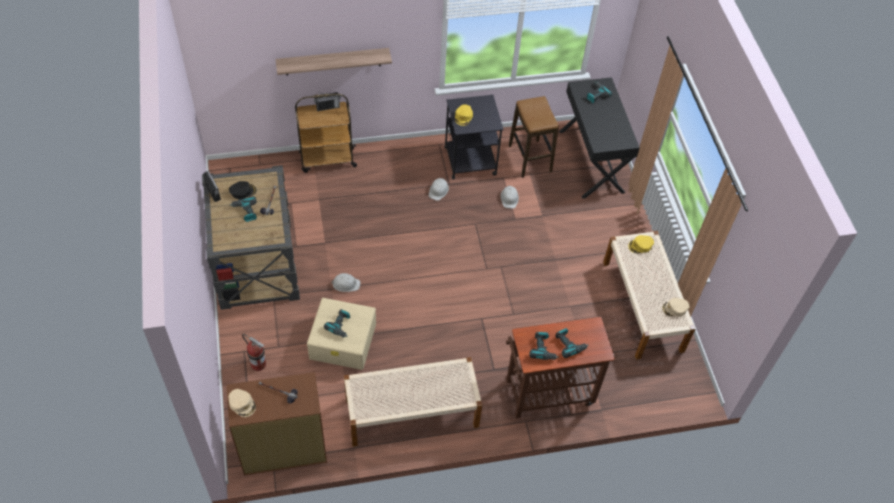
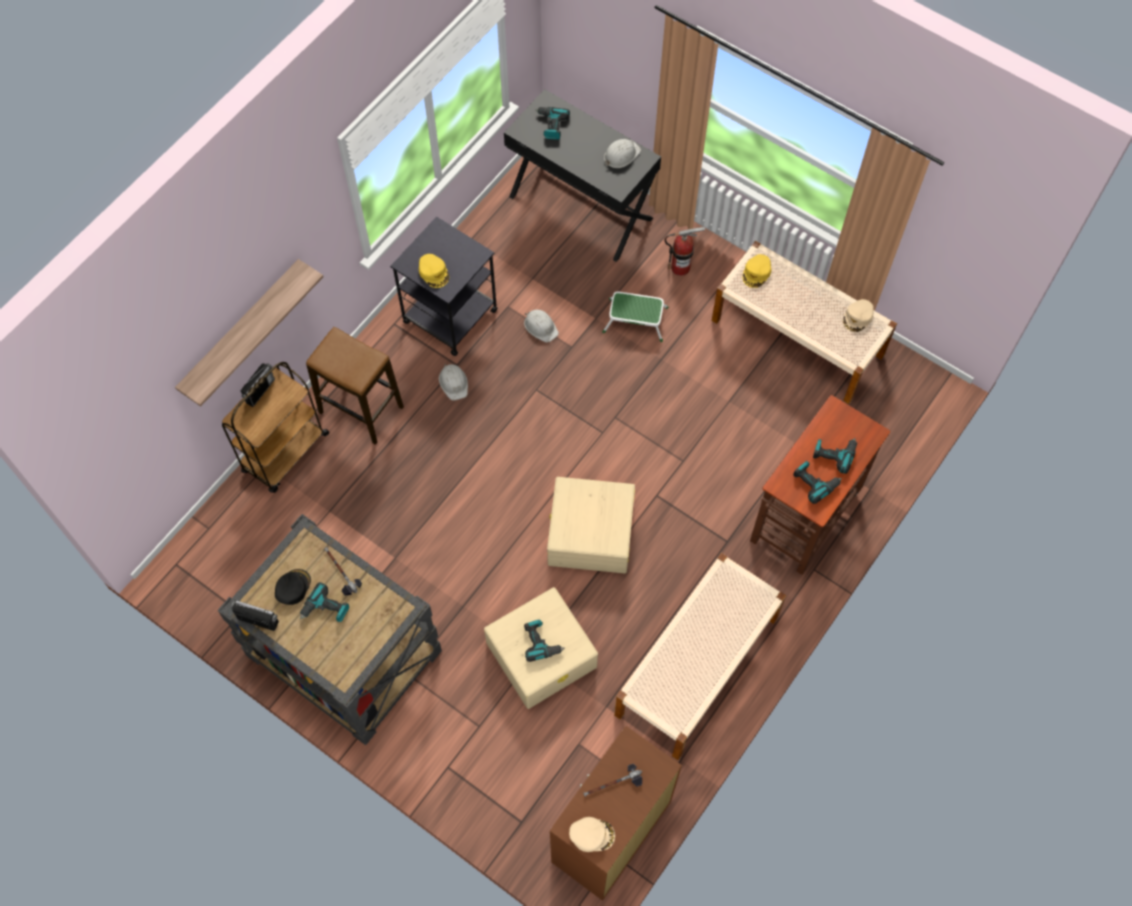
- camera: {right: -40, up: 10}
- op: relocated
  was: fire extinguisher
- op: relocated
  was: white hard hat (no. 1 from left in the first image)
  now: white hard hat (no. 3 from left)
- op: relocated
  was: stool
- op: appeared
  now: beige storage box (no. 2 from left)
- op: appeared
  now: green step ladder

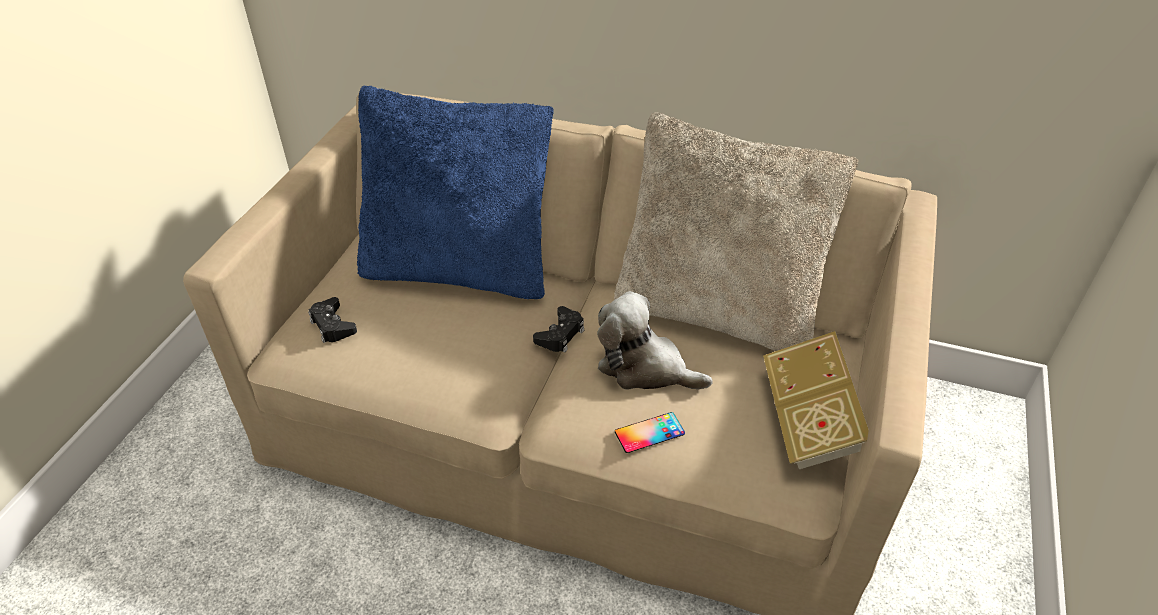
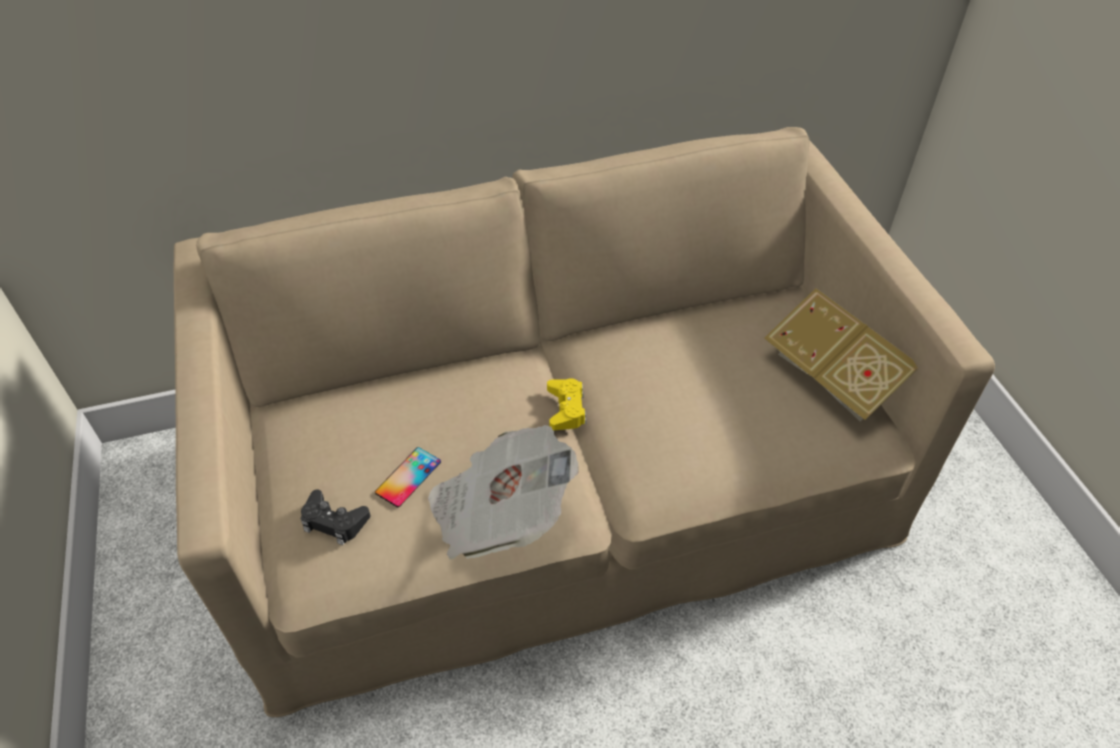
- camera: {right: -35, up: 5}
- op: missing
  was: blue pillow
- op: colour
  was: black game controller (no. 2 from left)
  now: yellow game controller
- op: missing
  was: plush toy
- op: missing
  was: beige pillow
- op: relocated
  was: phone
- op: appeared
  now: newspaper

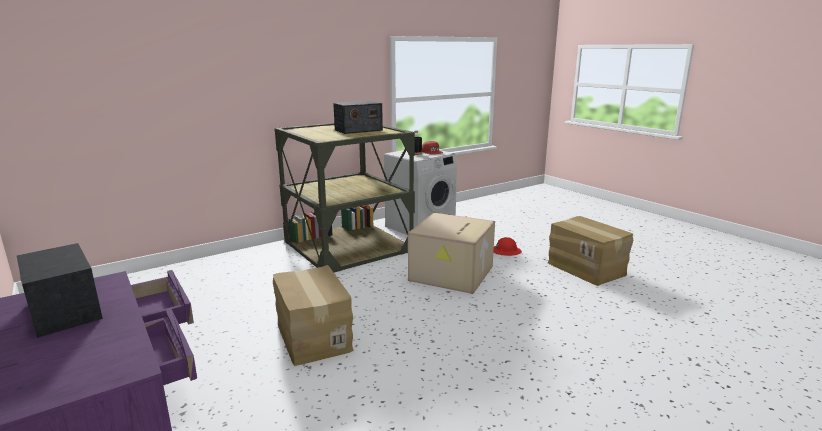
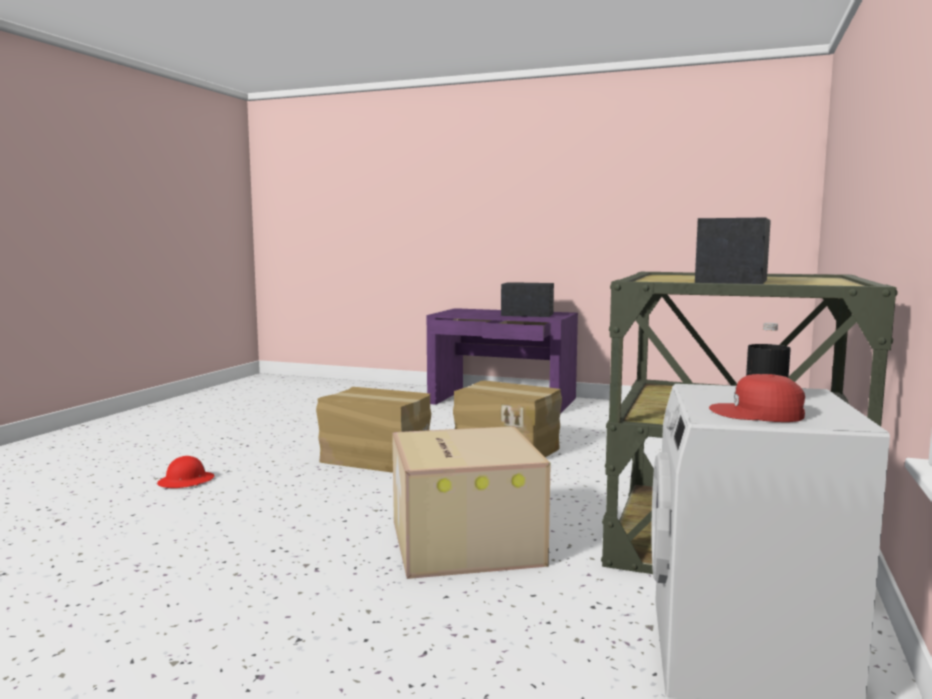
- camera: {right: 145, up: -10}
- op: relocated
  was: red hard hat
- op: relocated
  was: cardboard box (no. 3 from left in the first image)
  now: cardboard box (no. 1 from left)

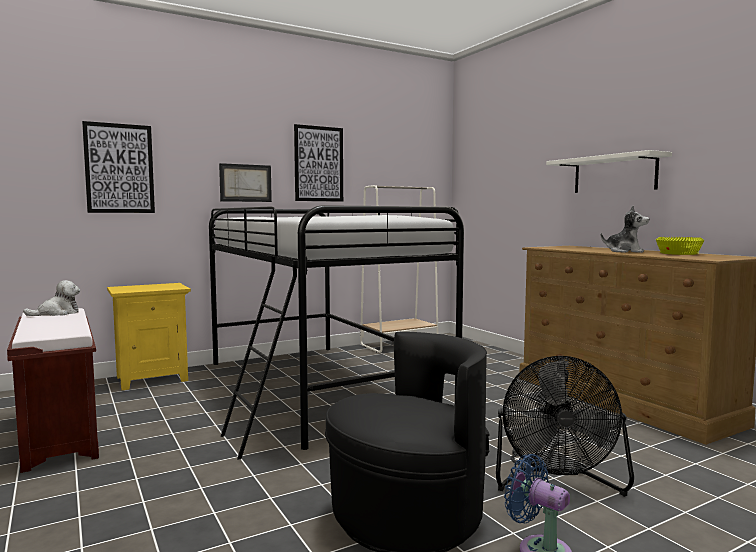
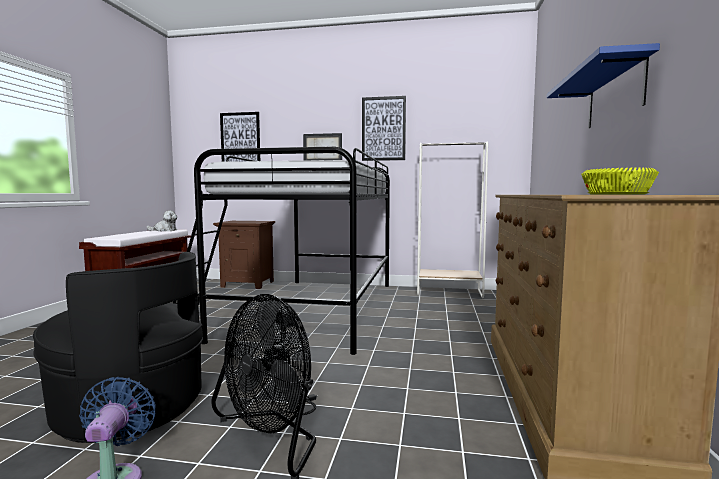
- camera: {right: 40, up: 0}
- op: colour
  was: yellow nightstand
  now: brown nightstand
- op: colour
  was: white shelf
  now: blue shelf
- op: missing
  was: plush toy (no. 2 from left)

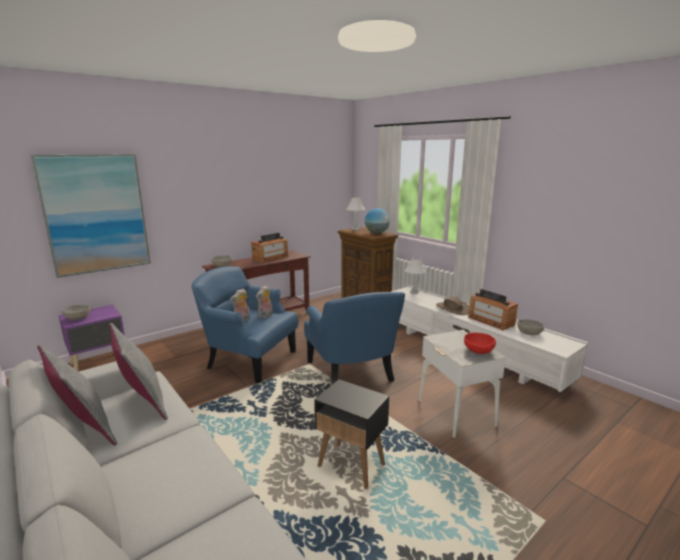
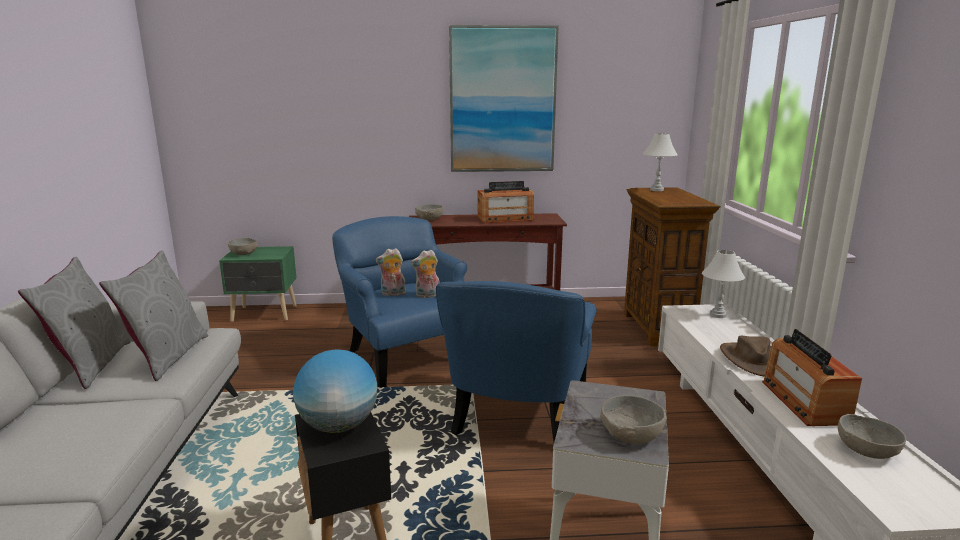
- camera: {right: 35, up: 0}
- op: relocated
  was: picture
- op: colour
  was: purple nightstand
  now: green nightstand
- op: relocated
  was: globe
- op: colour
  was: red bowl
  now: grey bowl (no. 3 from left)

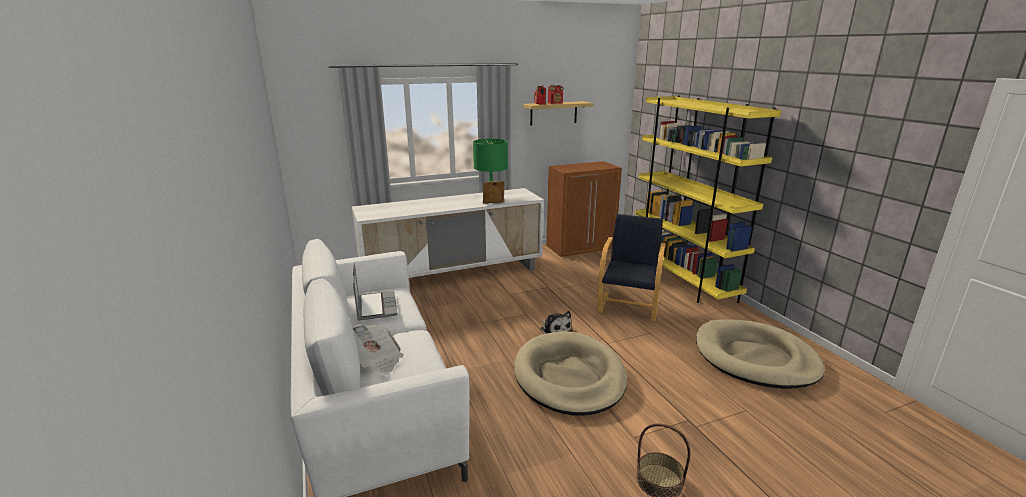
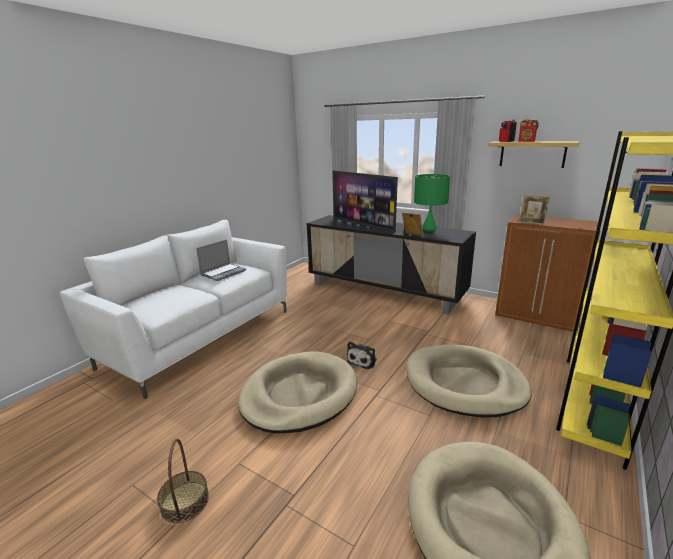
- camera: {right: 55, up: 0}
- op: colour
  was: white tv stand
  now: black tv stand
- op: missing
  was: newspaper
- op: exchanged
  was: black armchair
  now: beige dog bed (no. 2 from left)
- op: appeared
  now: television
- op: appeared
  now: picture frame (no. 2 from left)

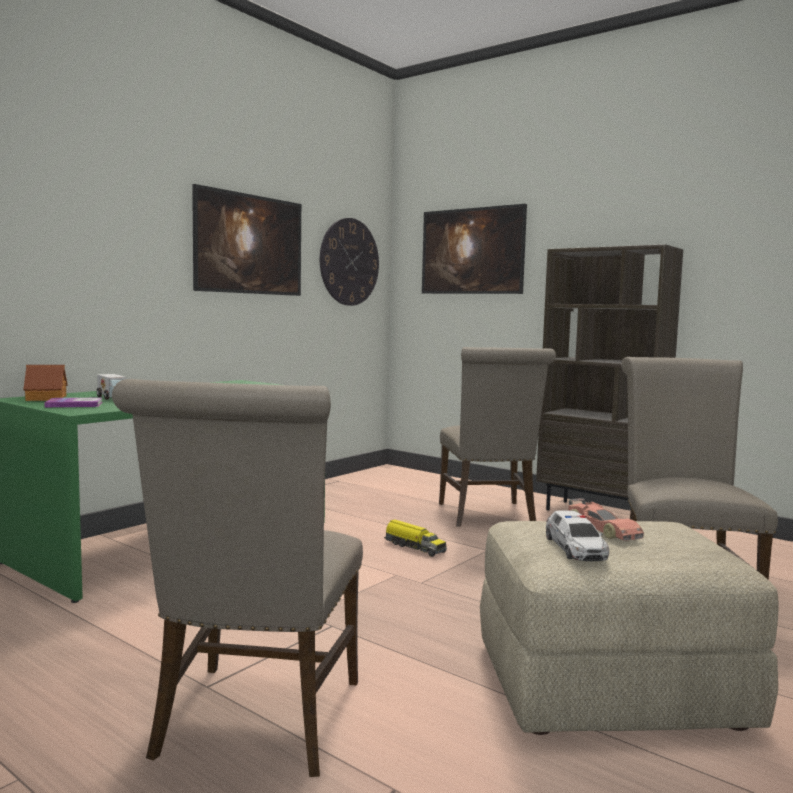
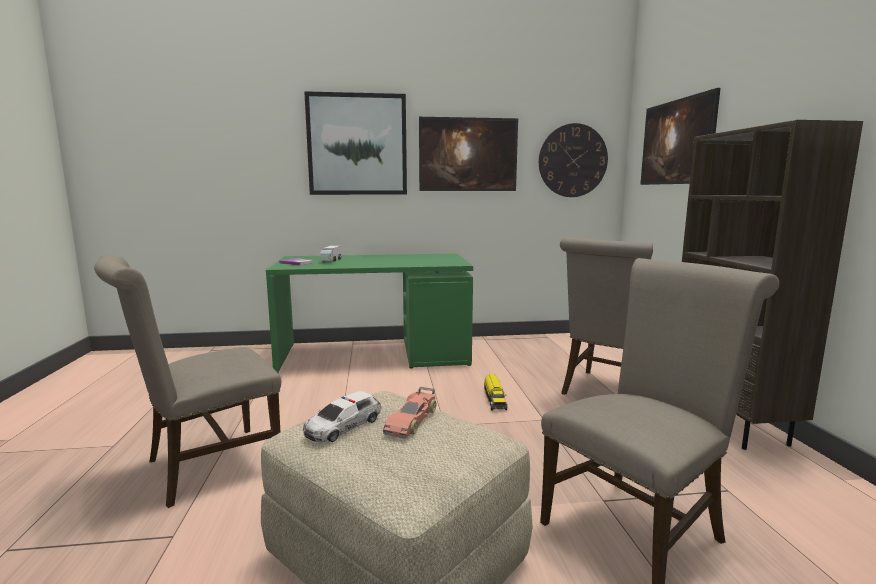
- camera: {right: 45, up: 5}
- op: missing
  was: toy house
- op: appeared
  now: picture (no. 1 from left)

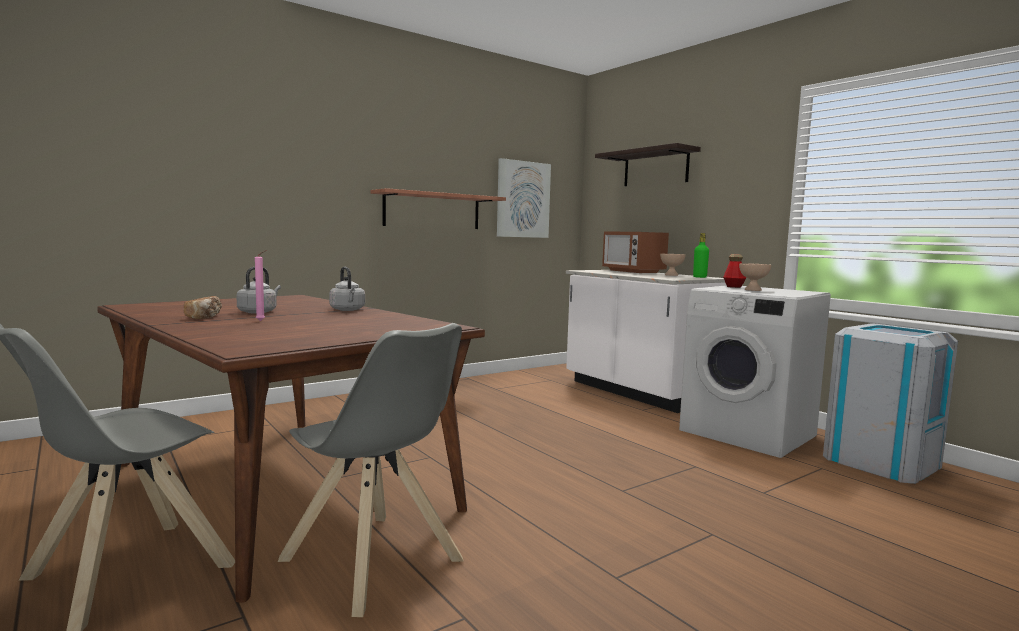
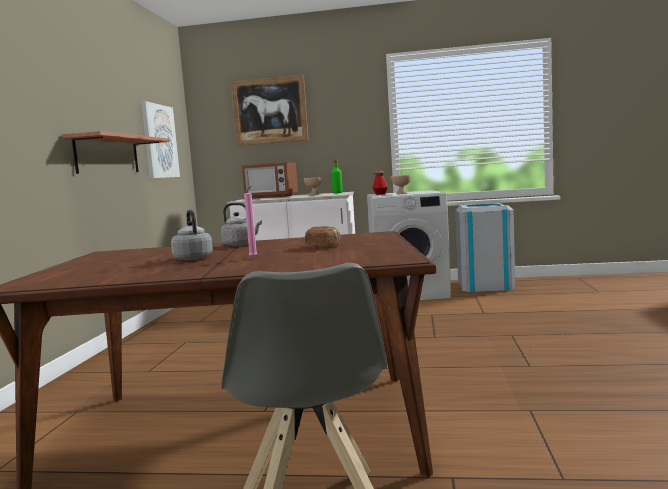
- camera: {right: -45, up: 0}
- op: relocated
  was: bread
- op: missing
  was: grey chair (no. 2 from left)
- op: exchanged
  was: shelf (no. 2 from left)
  now: picture (no. 2 from left)

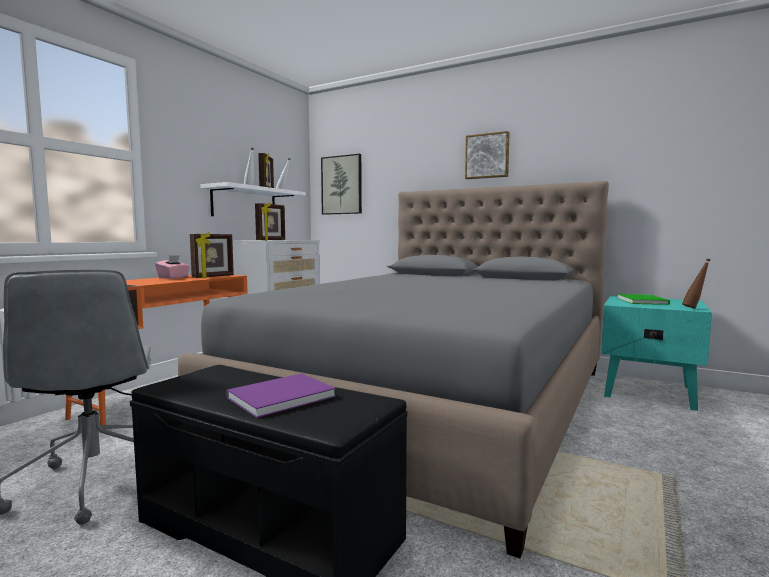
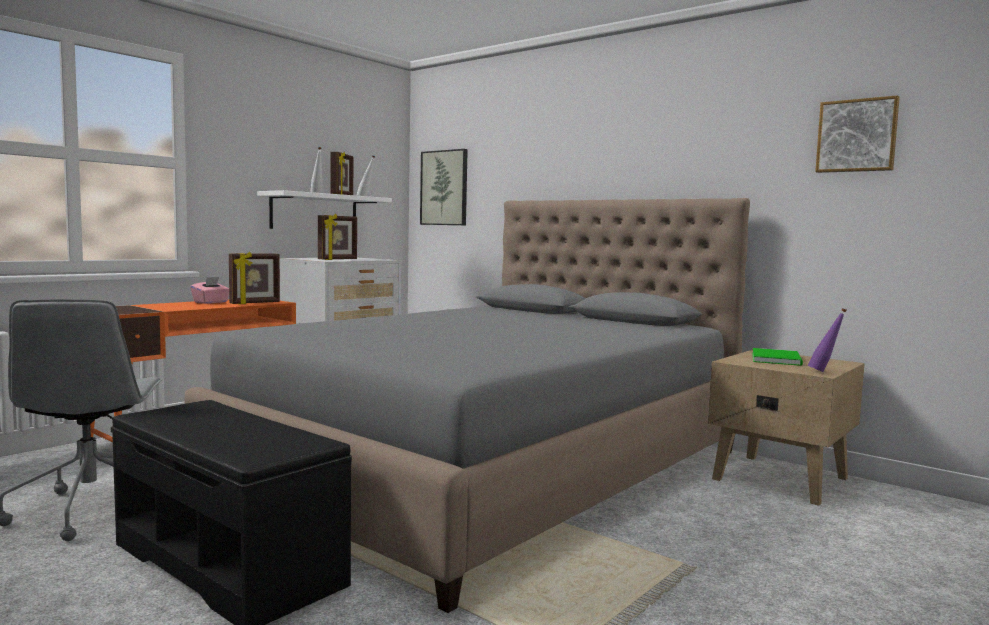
- camera: {right: 10, up: 0}
- op: missing
  was: purple book
- op: relocated
  was: picture (no. 2 from left)
- op: colour
  was: turquoise nightstand
  now: beige nightstand
- op: colour
  was: brown bottle
  now: purple bottle

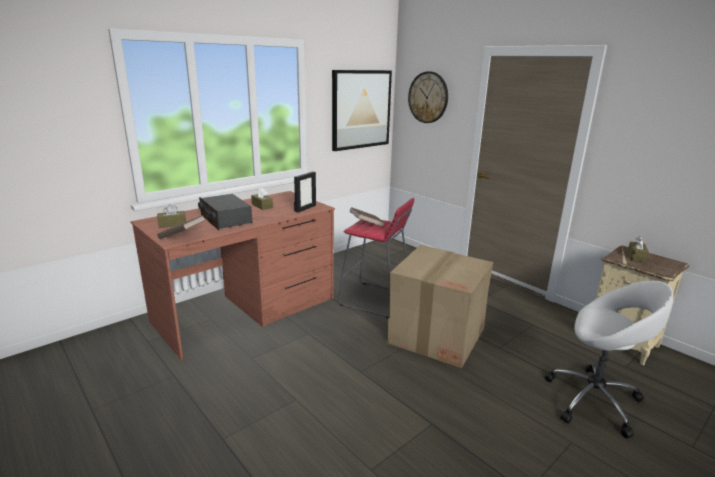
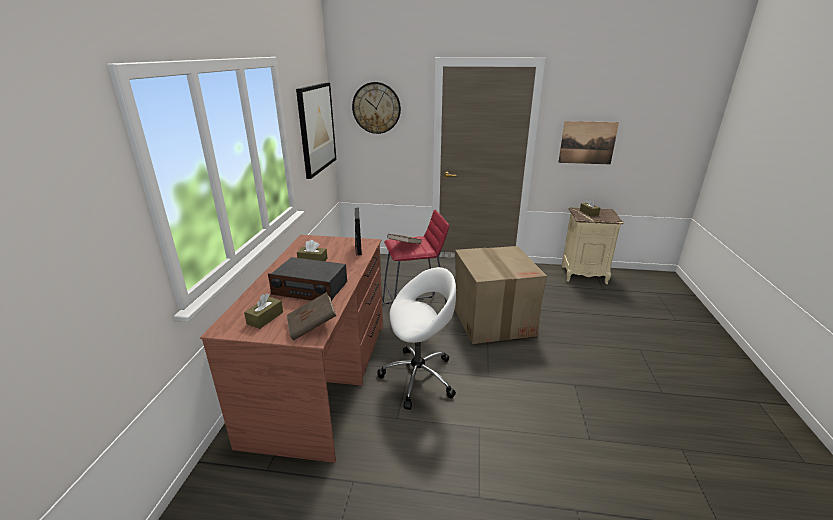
- camera: {right: -40, up: 5}
- op: relocated
  was: white office chair
- op: appeared
  now: picture (no. 2 from left)

